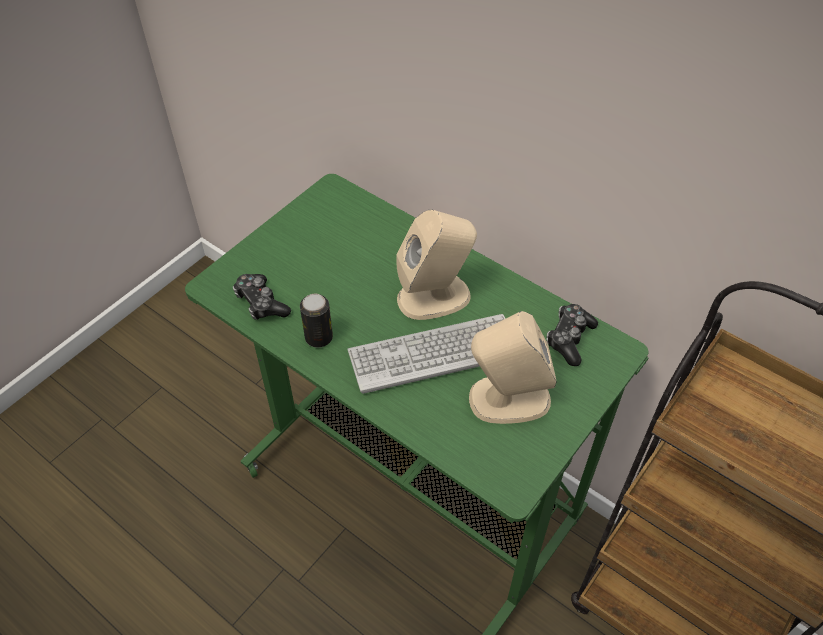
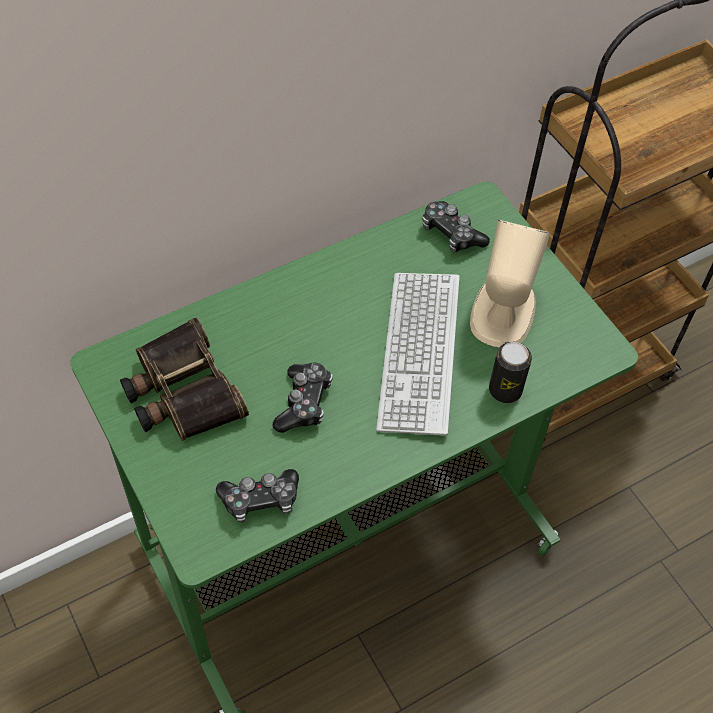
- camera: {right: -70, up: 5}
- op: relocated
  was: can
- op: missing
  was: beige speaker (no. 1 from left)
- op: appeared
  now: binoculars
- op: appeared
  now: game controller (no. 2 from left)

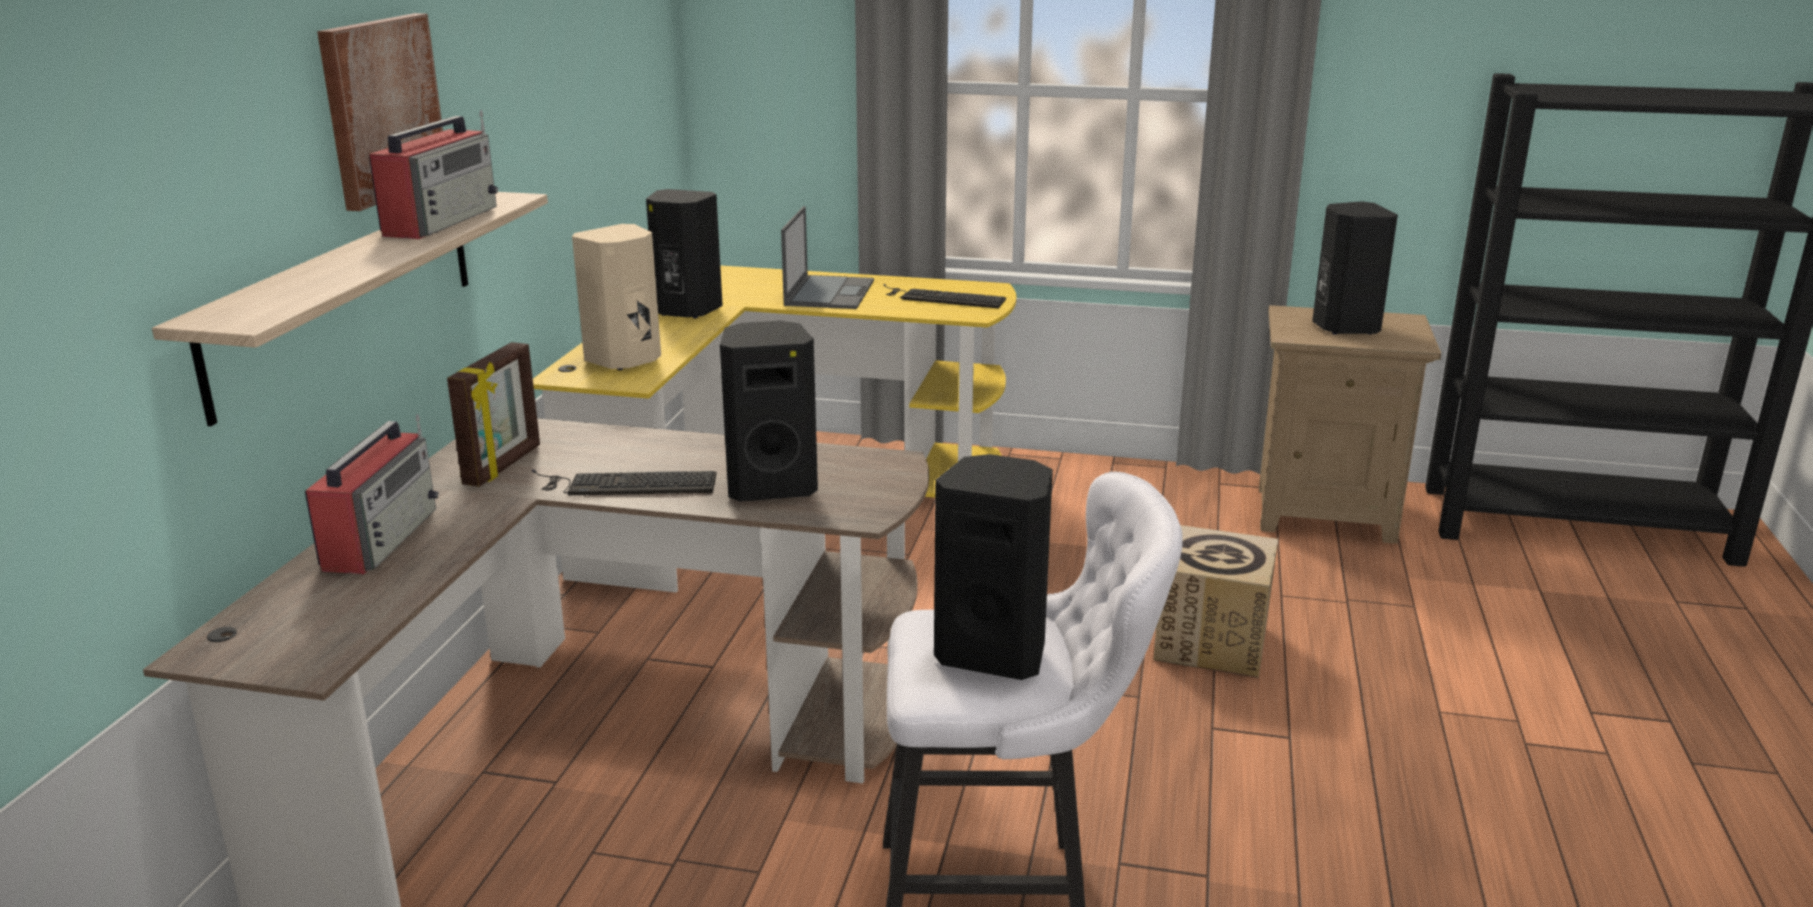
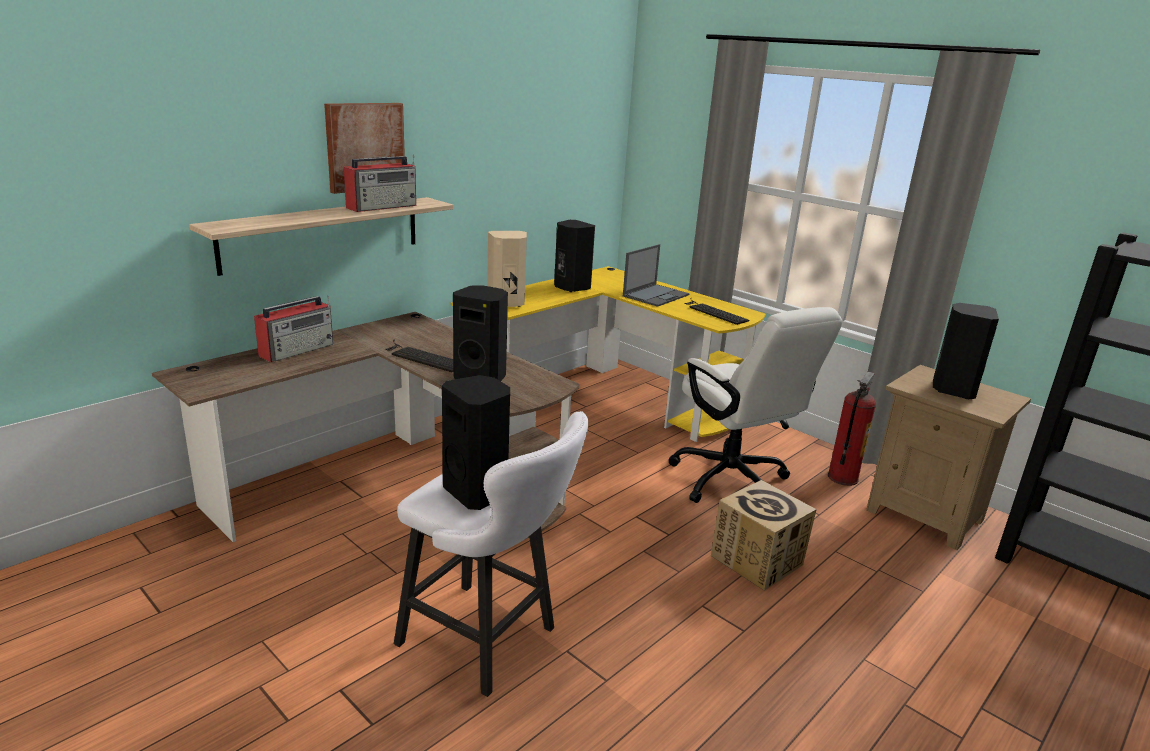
- camera: {right: 30, up: 0}
- op: missing
  was: picture frame
- op: appeared
  now: white office chair
- op: appeared
  now: fire extinguisher

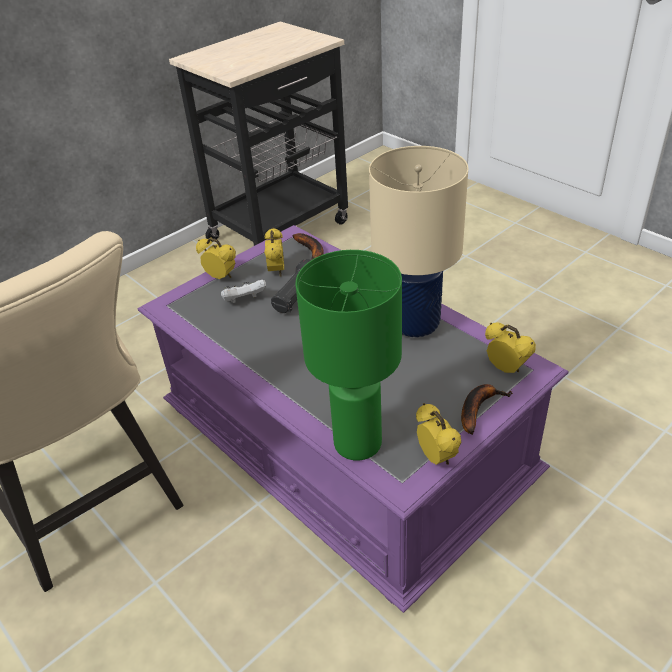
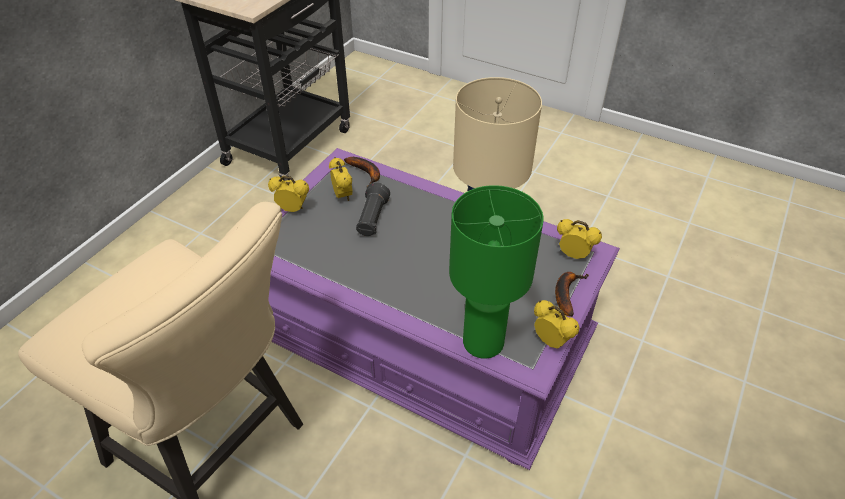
- camera: {right: -20, up: 5}
- op: missing
  was: white game controller

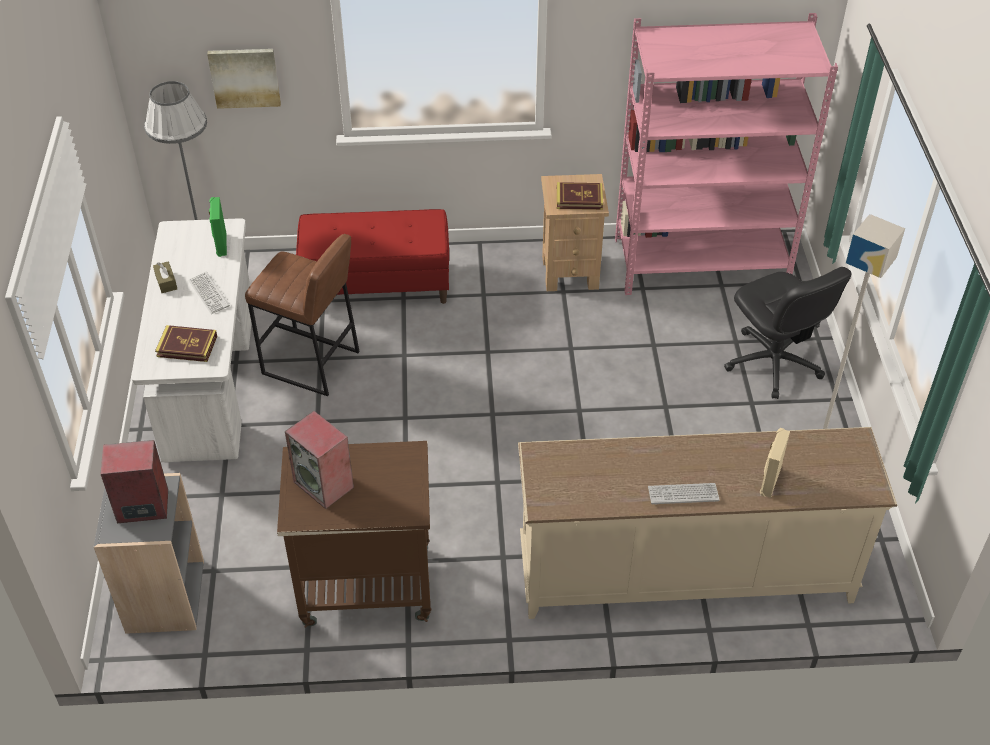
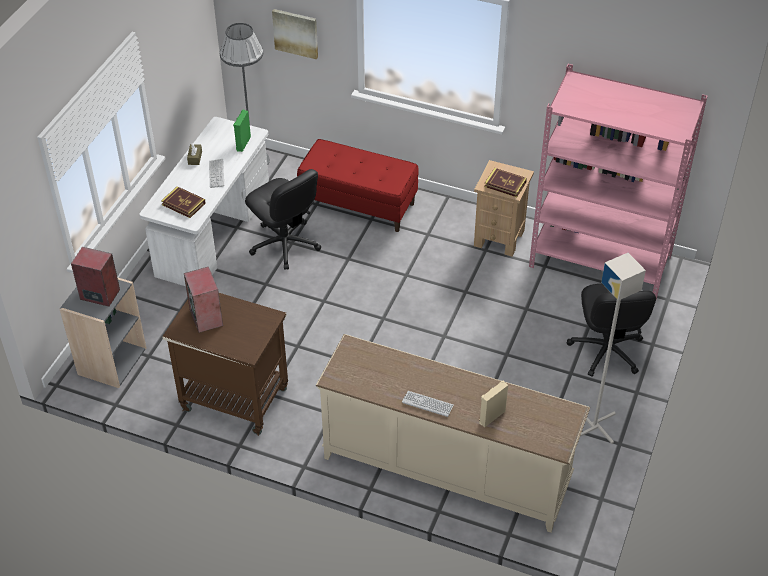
- camera: {right: 25, up: 0}
- op: exchanged
  was: brown stool
  now: black office chair (no. 1 from left)

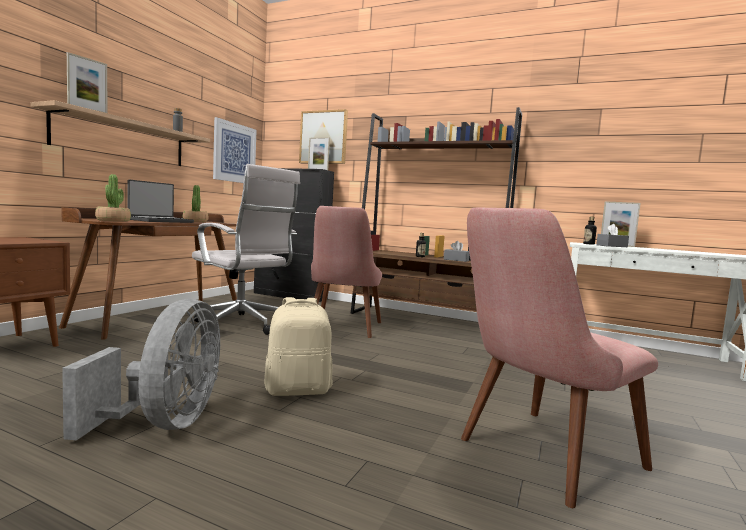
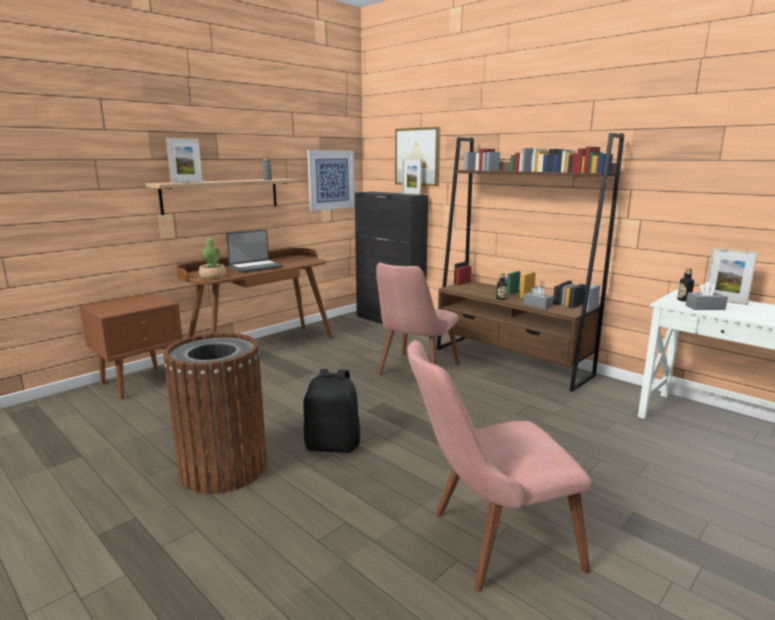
- camera: {right: 20, up: 10}
- op: exchanged
  was: grey fan
  now: brown trash can
- op: missing
  was: potted plant (no. 2 from left)
- op: missing
  was: white office chair
- op: colour
  was: beige backpack
  now: black backpack

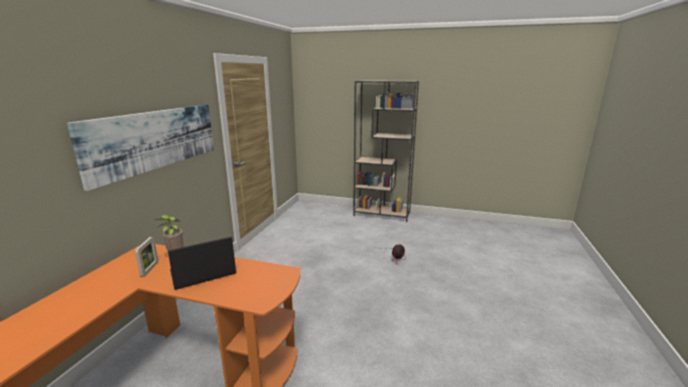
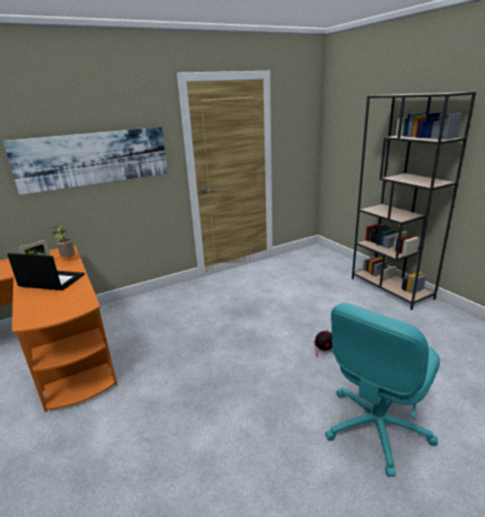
- camera: {right: 45, up: 5}
- op: appeared
  now: turquoise office chair

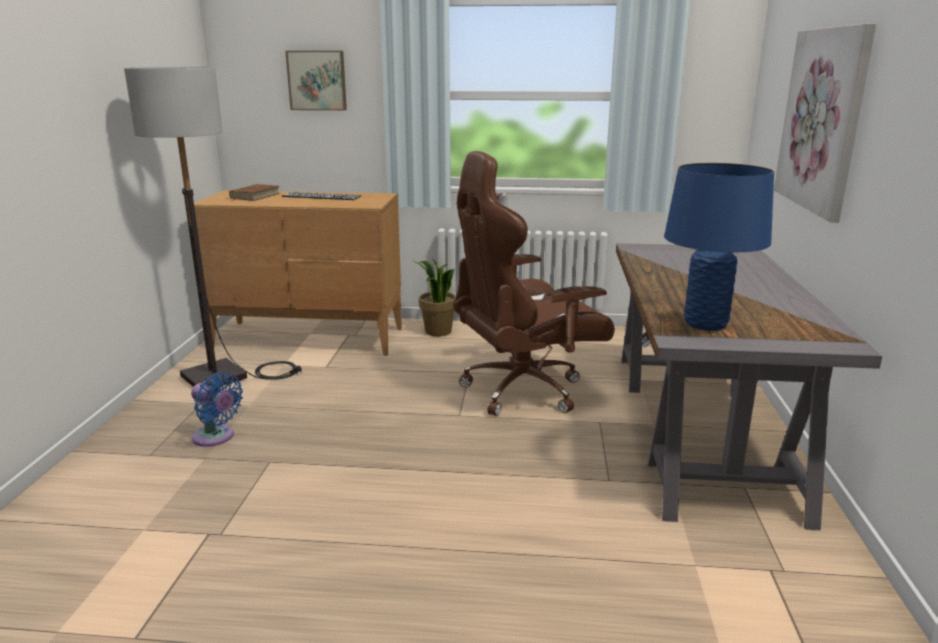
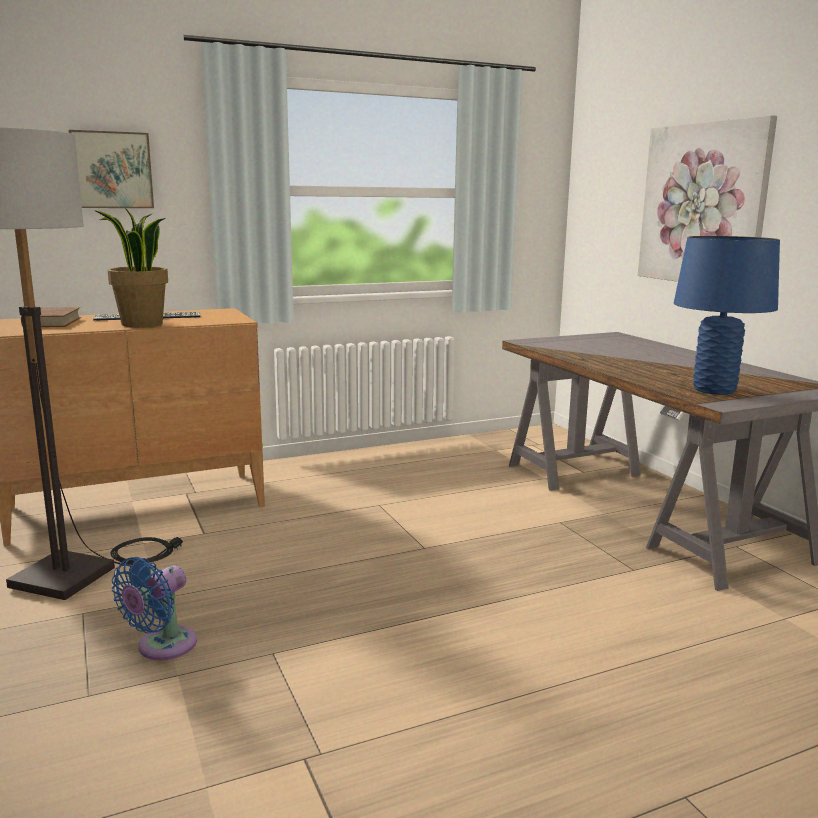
- camera: {right: -30, up: -5}
- op: spun
  was: blue fan
  clockwise: 120
- op: relocated
  was: potted plant
- op: missing
  was: brown office chair

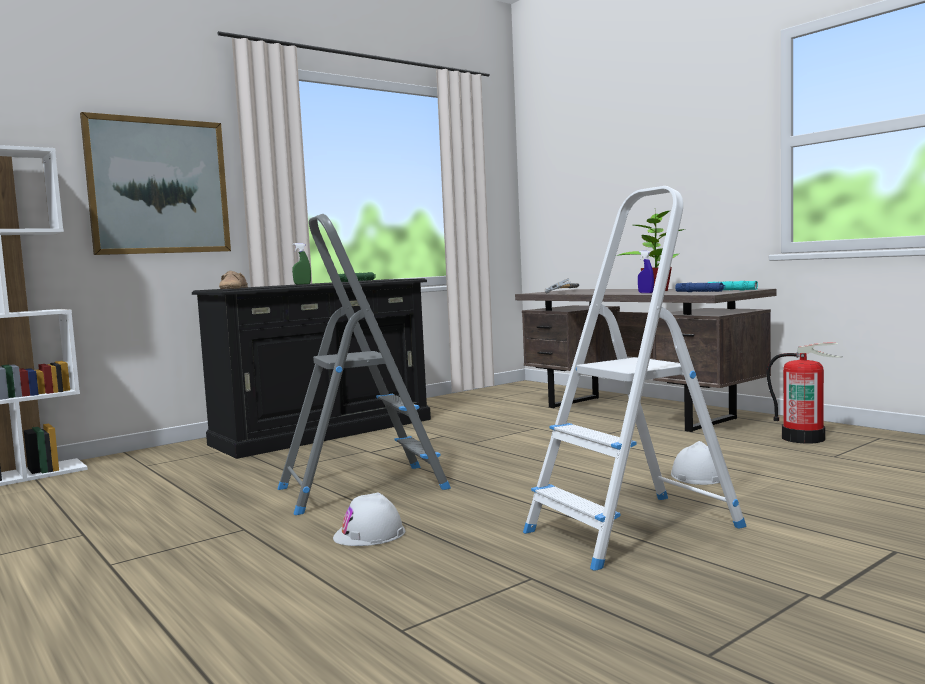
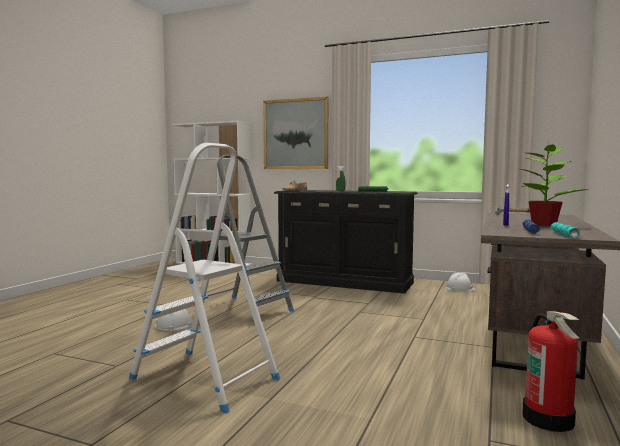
- camera: {right: 60, up: 0}
- op: relocated
  was: white hard hat (no. 2 from left)

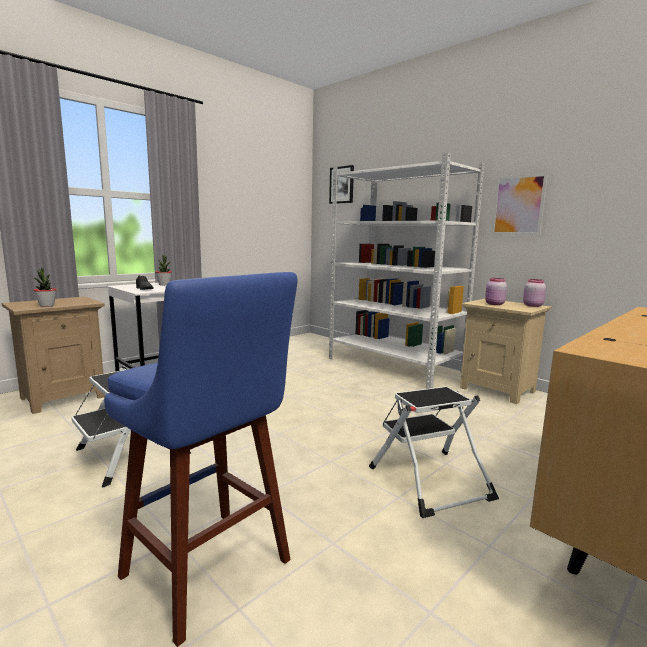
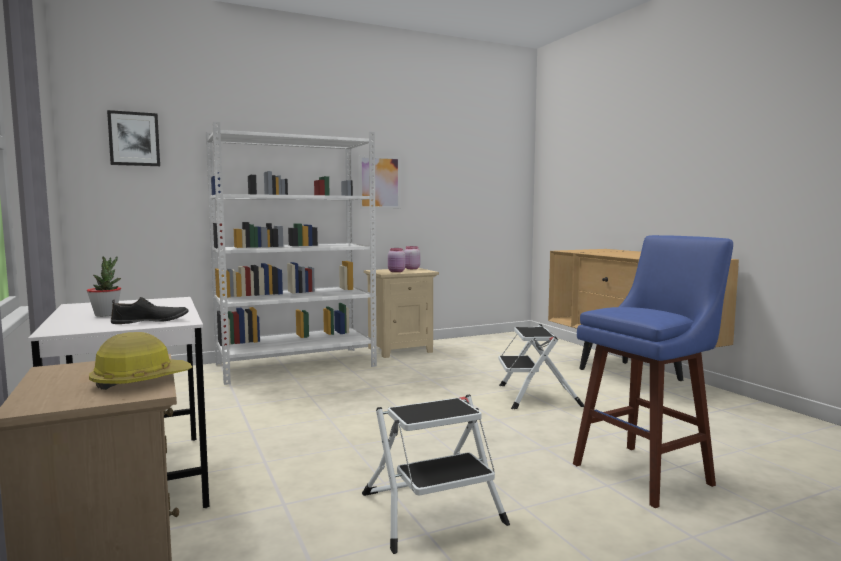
- camera: {right: -70, up: -5}
- op: exchanged
  was: potted plant (no. 1 from left)
  now: hard hat

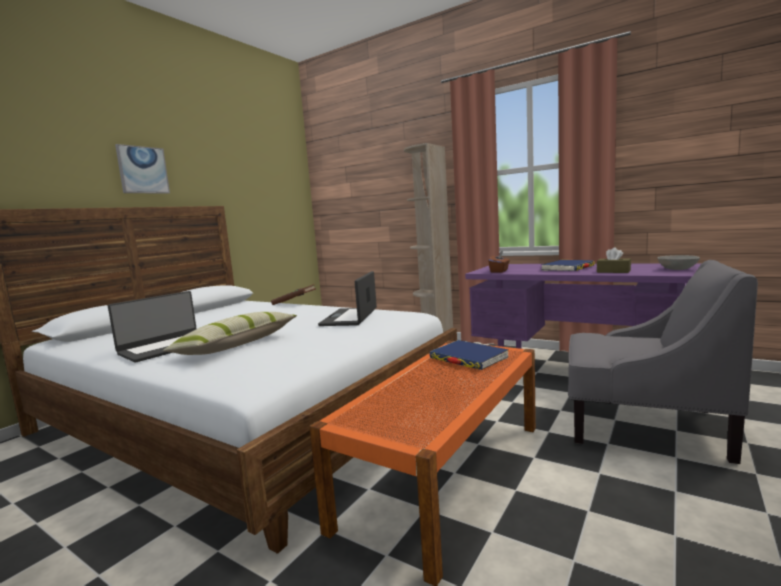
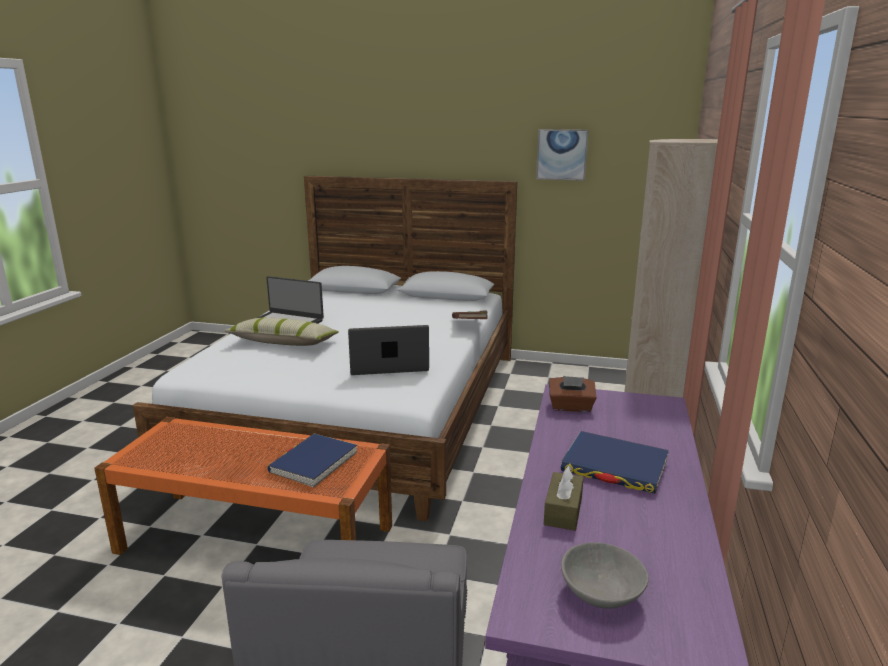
- camera: {right: 70, up: 10}
- op: relocated
  was: picture

